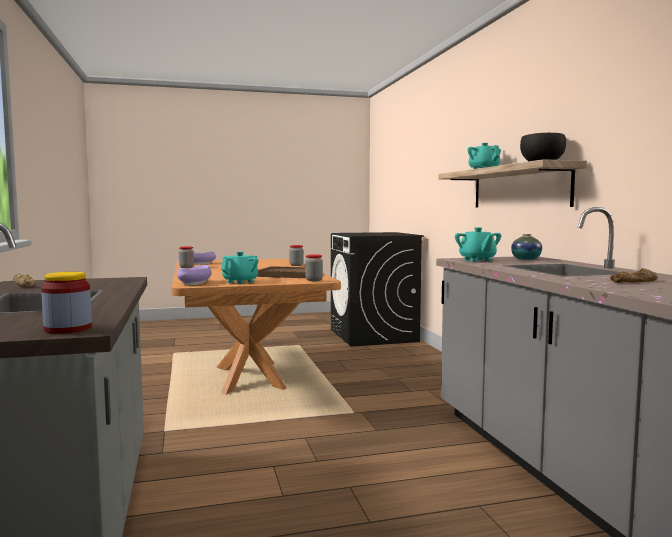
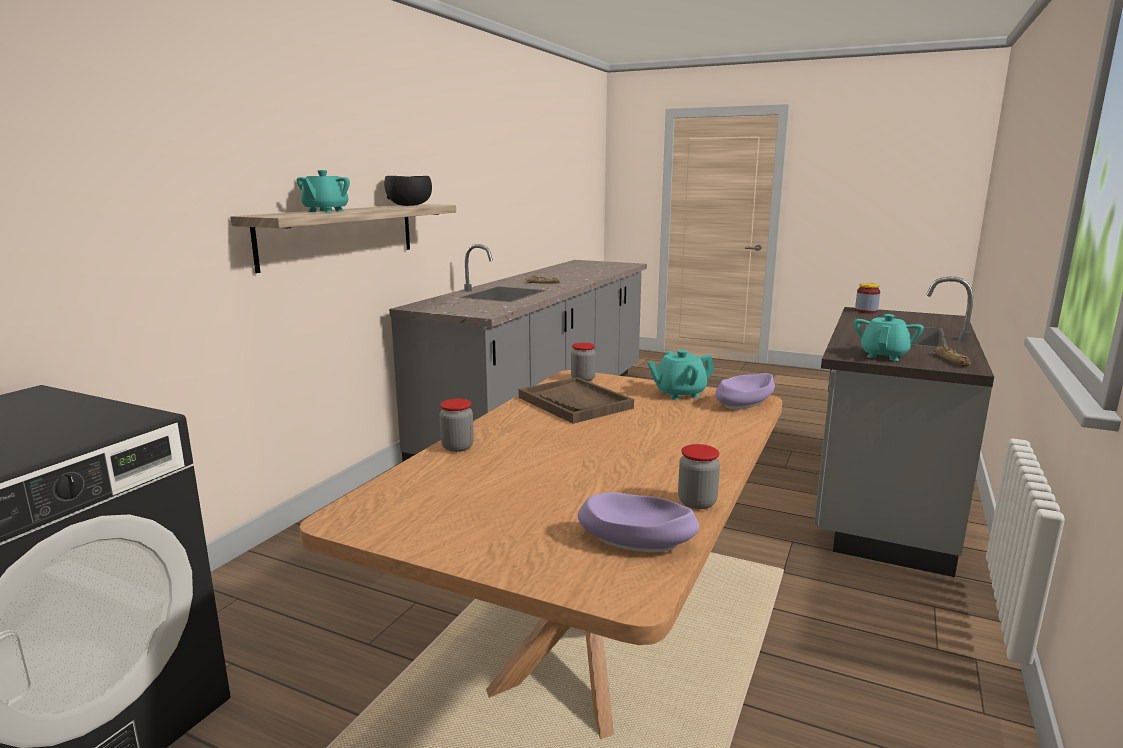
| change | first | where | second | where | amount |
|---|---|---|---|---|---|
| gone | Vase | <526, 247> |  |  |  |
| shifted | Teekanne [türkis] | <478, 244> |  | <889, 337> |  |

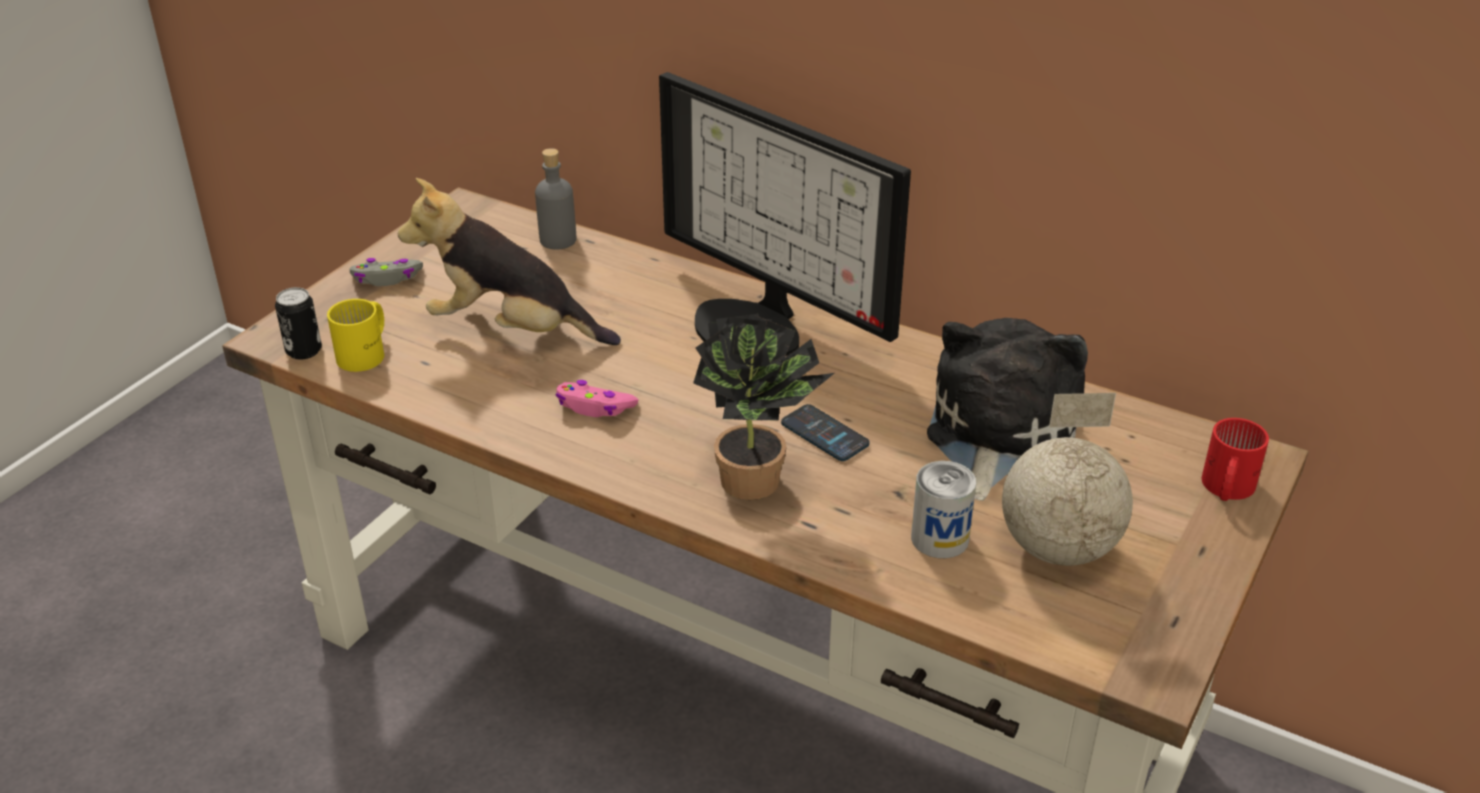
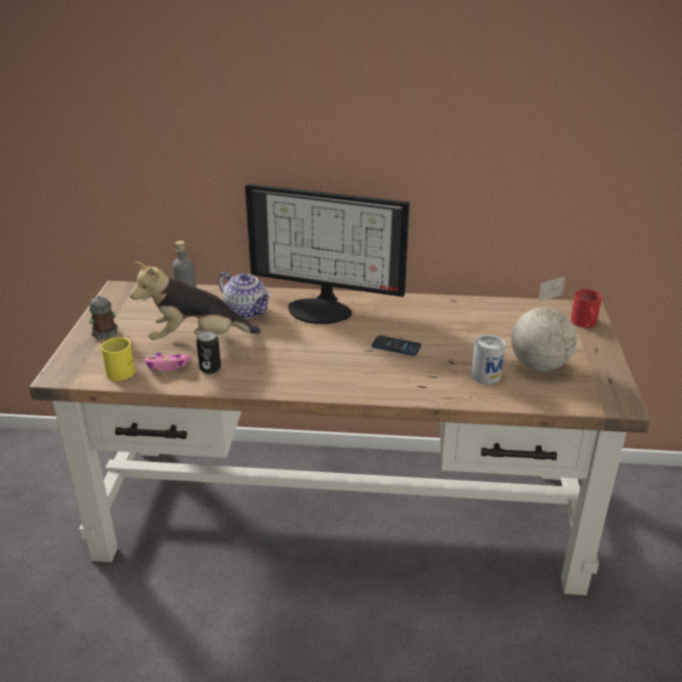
| change | first | where | second | where | amount |
|---|---|---|---|---|---|
| gone | Topfpflanze | <763, 407> |  |  |  |
| gone | Plüschtier | <1007, 409> |  |  |  |
| new |  |  | Teekanne | <245, 295> |  |
| shifted | Dose | <298, 323> |  | <208, 352> |  |
| shifted | Gamepad [rosa] | <597, 398> |  | <167, 362> |  |
| swapped | Gamepad [grau] | <386, 272> | Henkelbecher | <103, 317> |  |

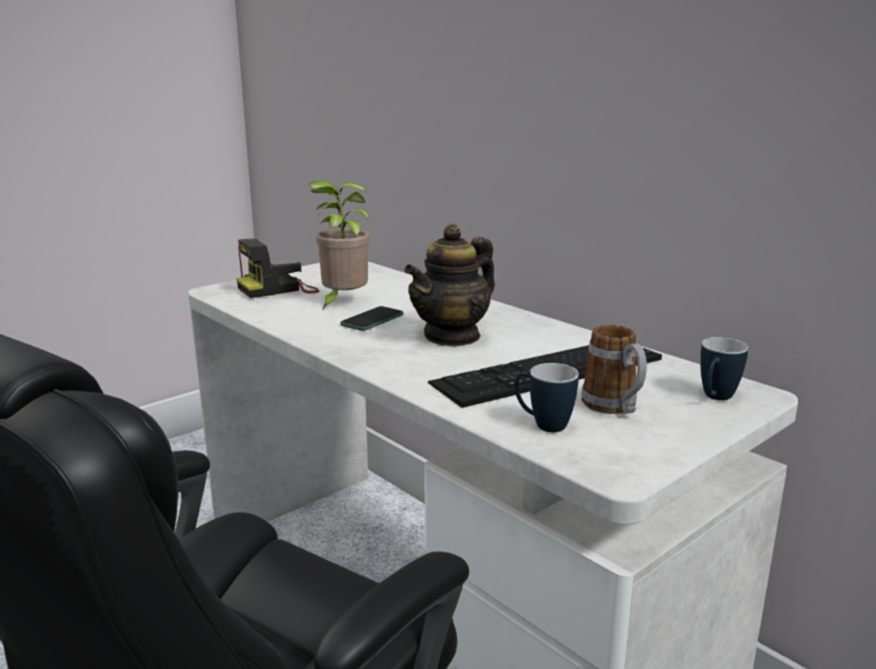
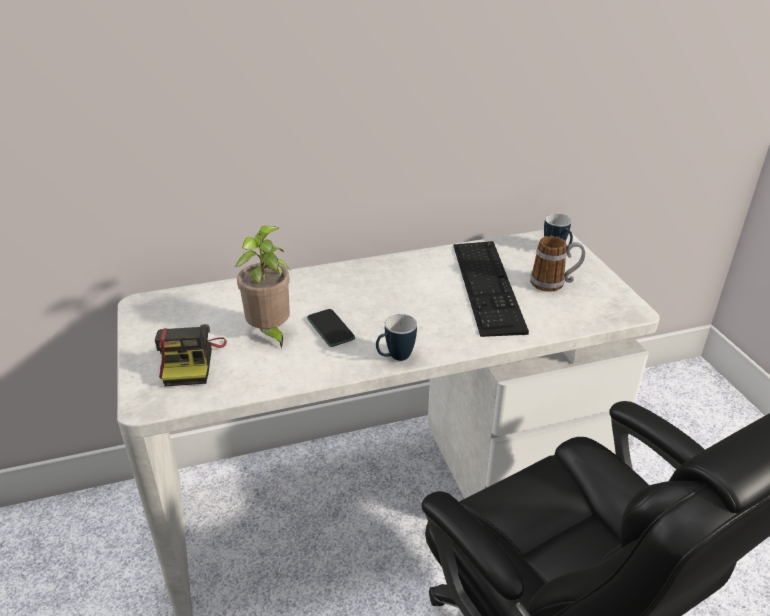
| change | first | where | second | where | amount |
|---|---|---|---|---|---|
| gone | Teekanne | <449, 285> |  |  |  |
| shifted | Henkelbecher | <546, 397> |  | <396, 337> |  |

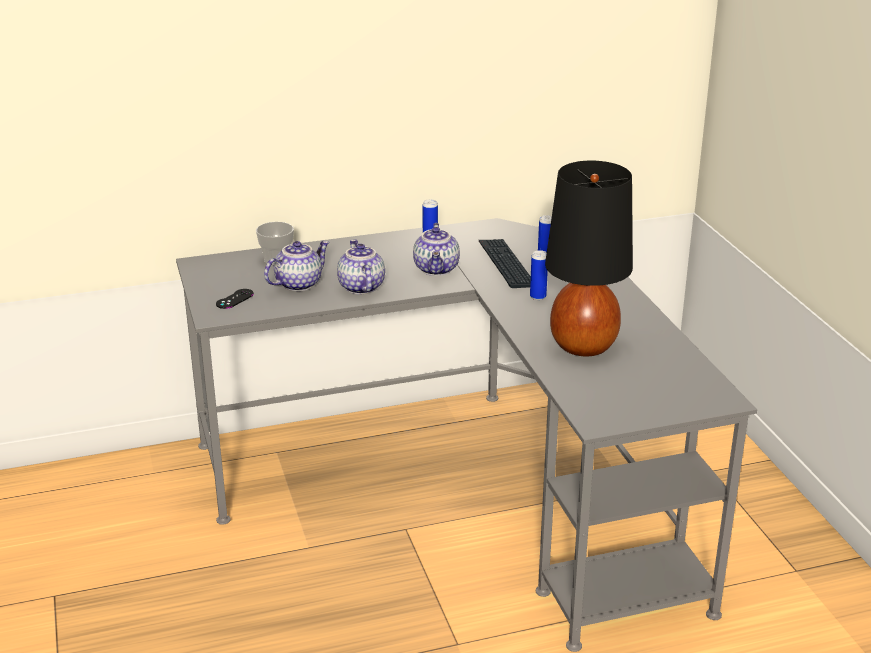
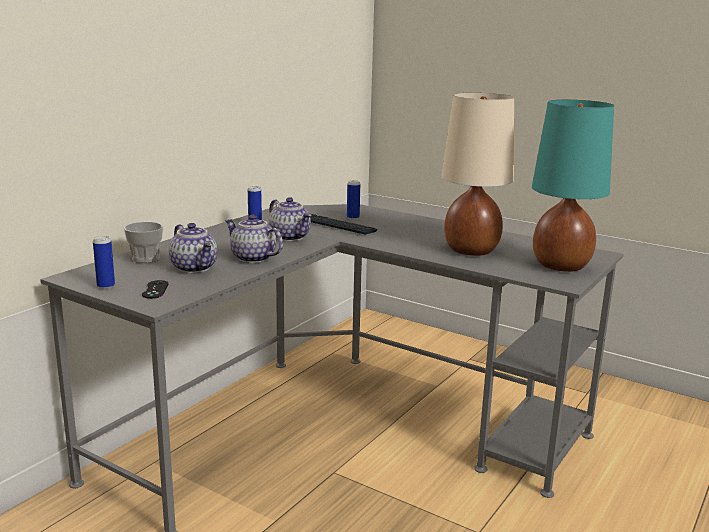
| change | first | where | second | where | amount |
|---|---|---|---|---|---|
| new |  |  | Tischlampe [türkis] | <573, 186> |  |
| shifted | Dose | <539, 275> |  | <104, 262> |  |
| repainted | Tischlampe [schwarz] | <589, 258> | Tischlampe [beige] | <477, 174> |  |
| rotated | Teekanne | <297, 266> |  | <193, 248> | 135 degrees clockwise |

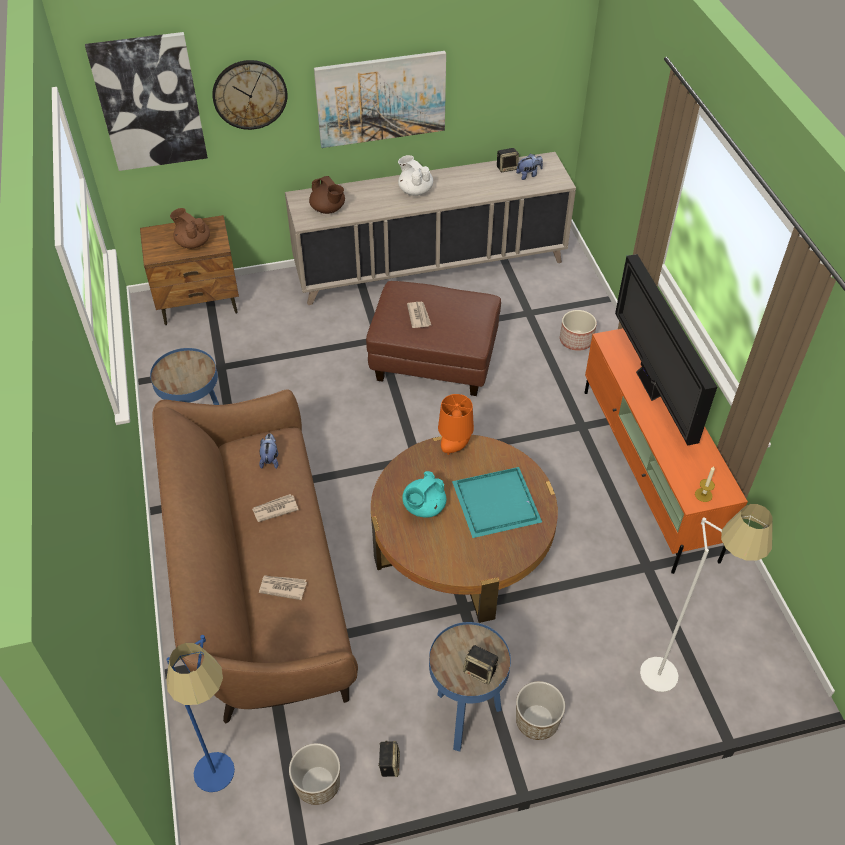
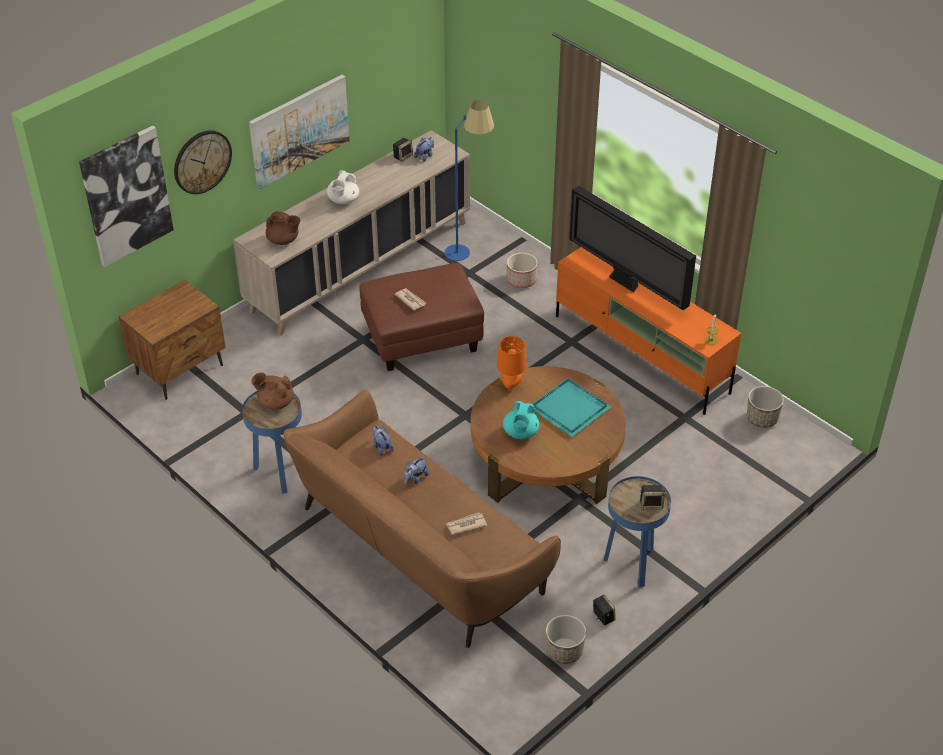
| change | first | where | second | where | amount |
|---|---|---|---|---|---|
| gone | Stehlampe [weiß] | <706, 598> |  |  |  |
| shifted | Stehlampe [blau] | <200, 713> |  | <469, 180> |  |
| shifted | Teekanne [braun] | <190, 228> |  | <272, 391> |  |
| shifted | Pflanzkübel | <540, 710> |  | <765, 407> |  |
| swapped | Zeitung | <275, 508> | Plüschtier | <416, 470> |  |
| rotated | Teekanne [weiß] | <415, 175> |  | <343, 187> | 90 degrees counterclockwise |

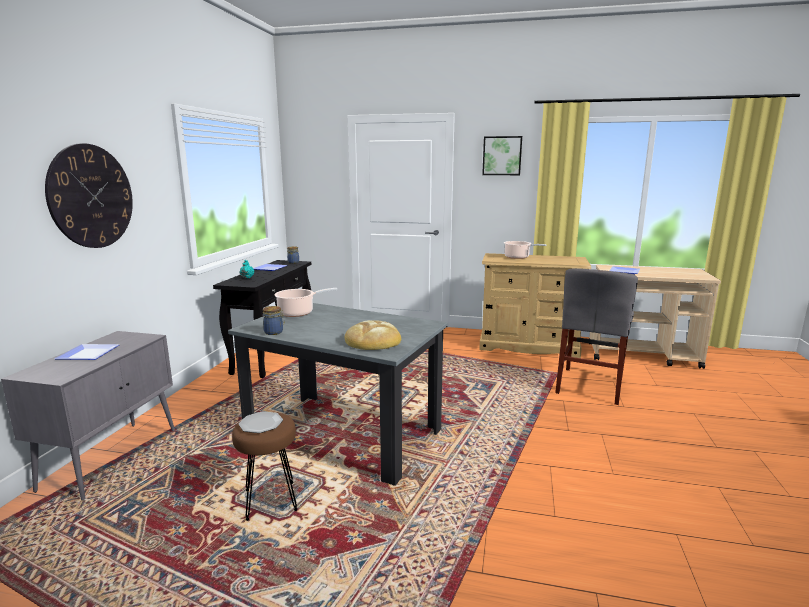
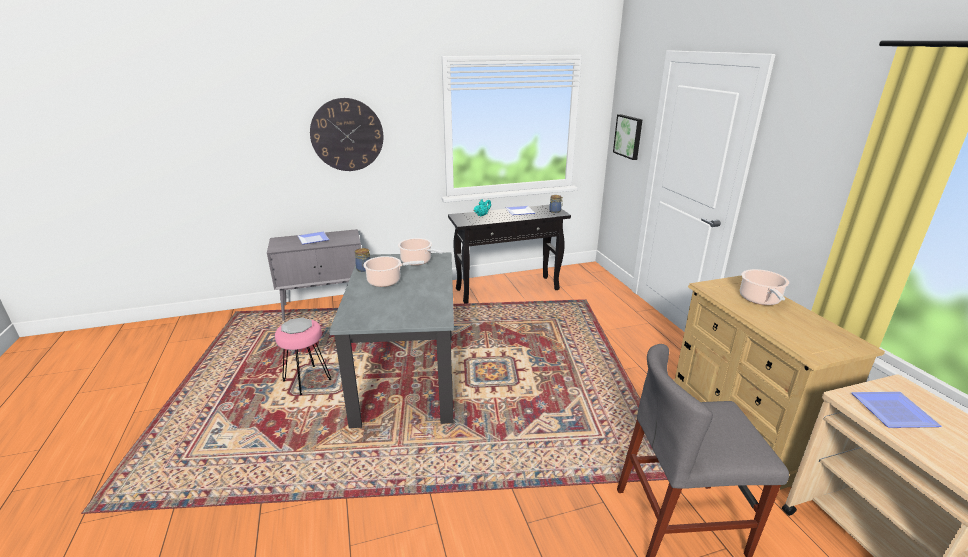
| change | first | where | second | where | amount |
|---|---|---|---|---|---|
| gone | Brot | <373, 335> |  |  |  |
| new |  |  | Kochtopf | <393, 271> |  |
| shifted | Bild | <502, 155> |  | <627, 137> |  |
| repainted | Hocker [braun] | <264, 466> | Hocker [rosa] | <303, 357> |  |

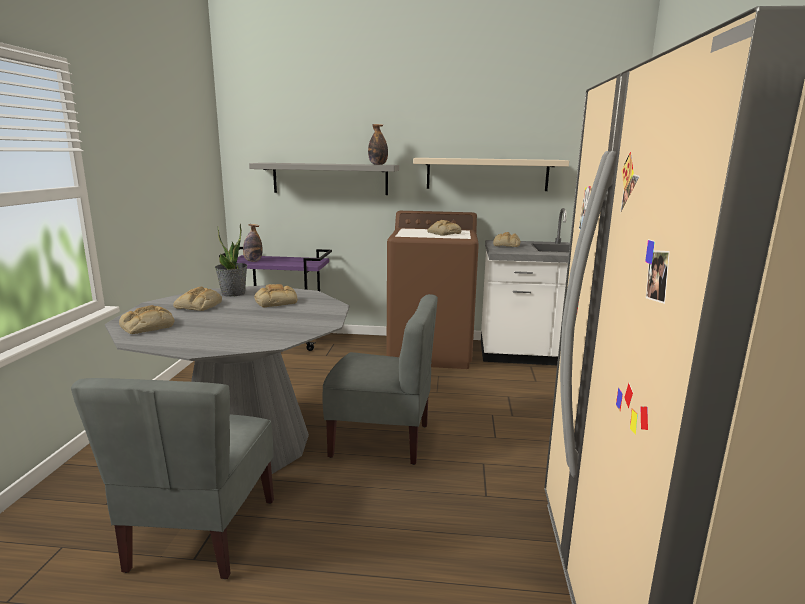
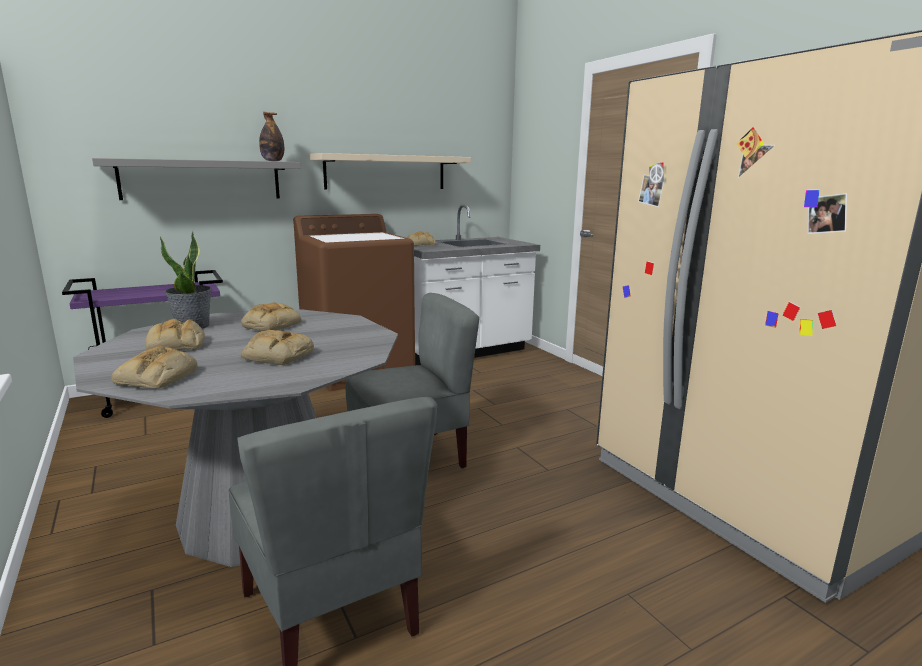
| change | first | where | second | where | amount |
|---|---|---|---|---|---|
| gone | Flasche | <253, 243> |  |  |  |
| shifted | Brot | <444, 228> |  | <277, 347> |  |

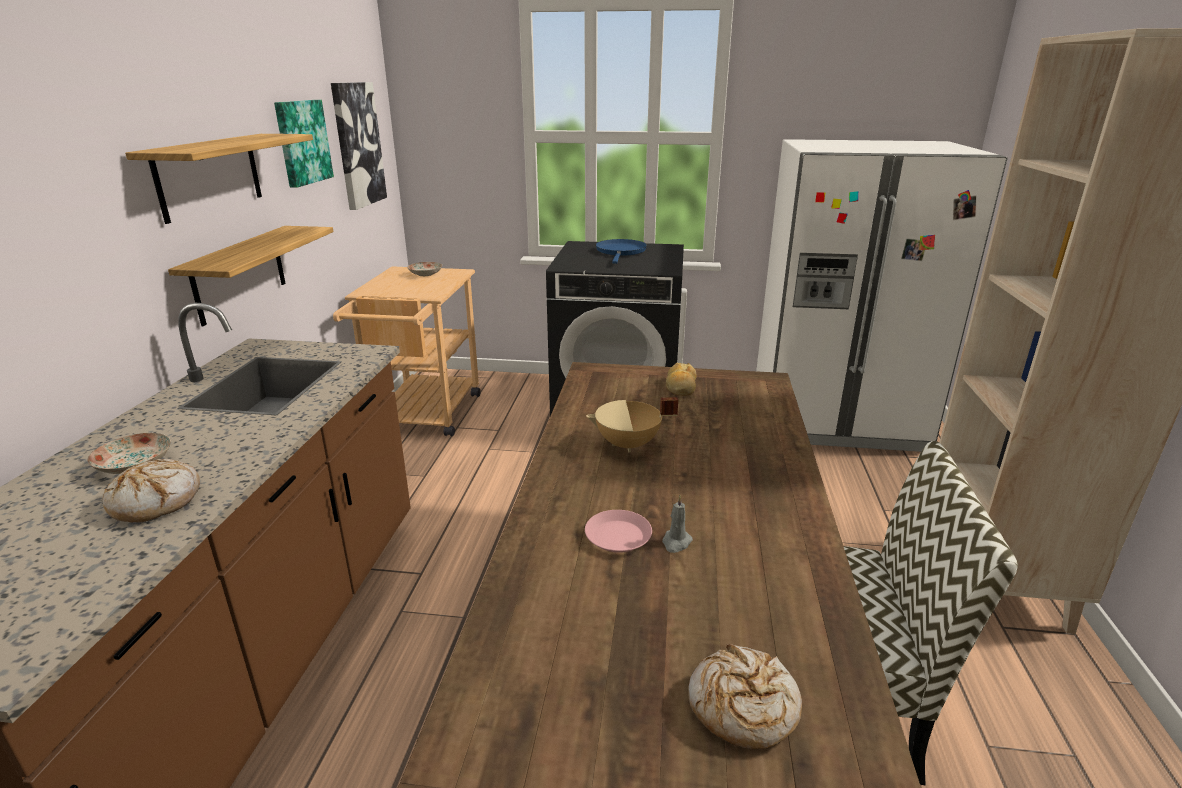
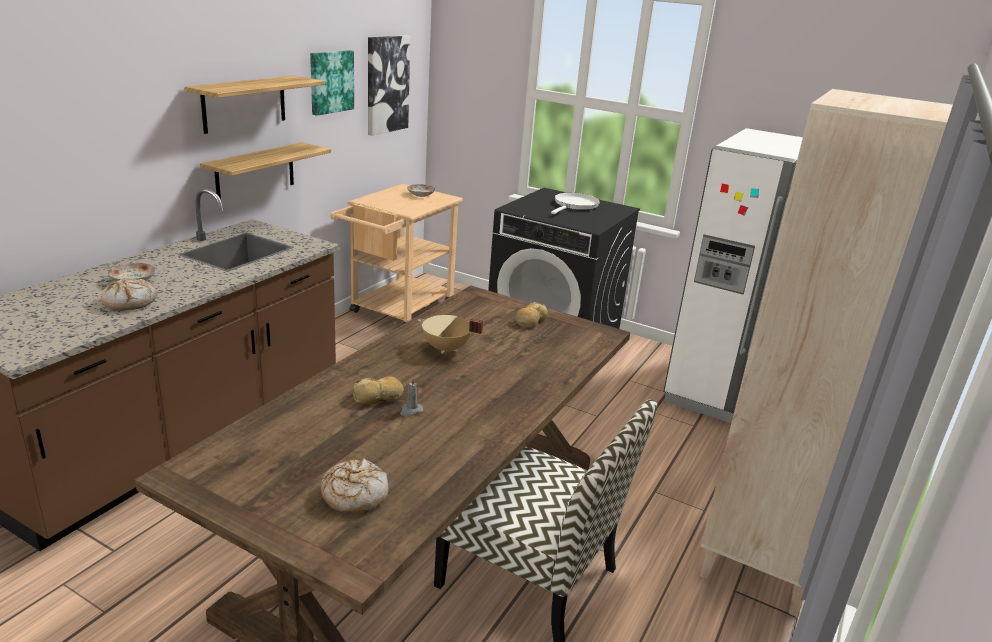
| change | first | where | second | where | amount |
|---|---|---|---|---|---|
| swapped | Teller [rosa] | <618, 531> | Brot | <378, 391> |  |
| repainted | Pfanne [blau] | <621, 251> | Pfanne [weiß] | <575, 203> |  |

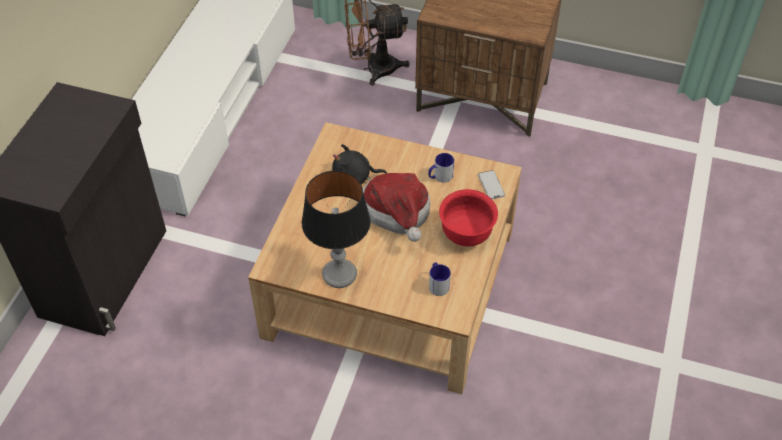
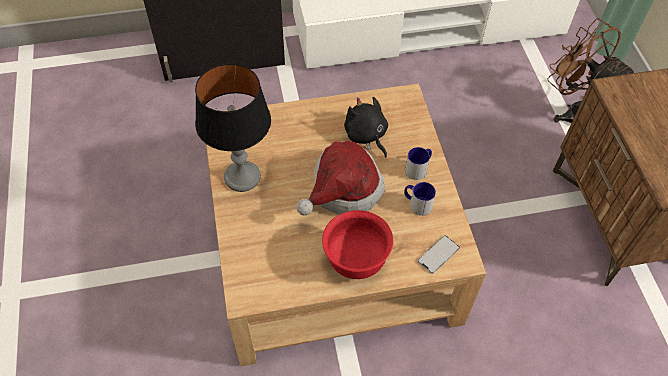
| change | first | where | second | where | amount |
|---|---|---|---|---|---|
| shifted | Henkelbecher | <440, 279> |  | <418, 163> |  |

